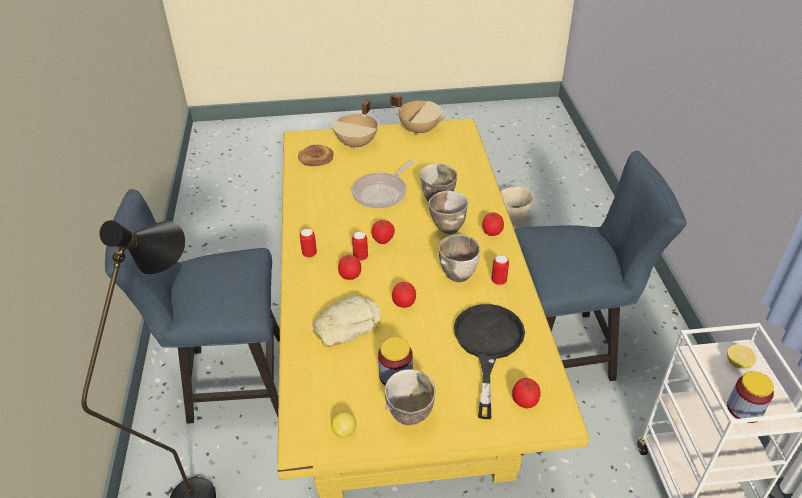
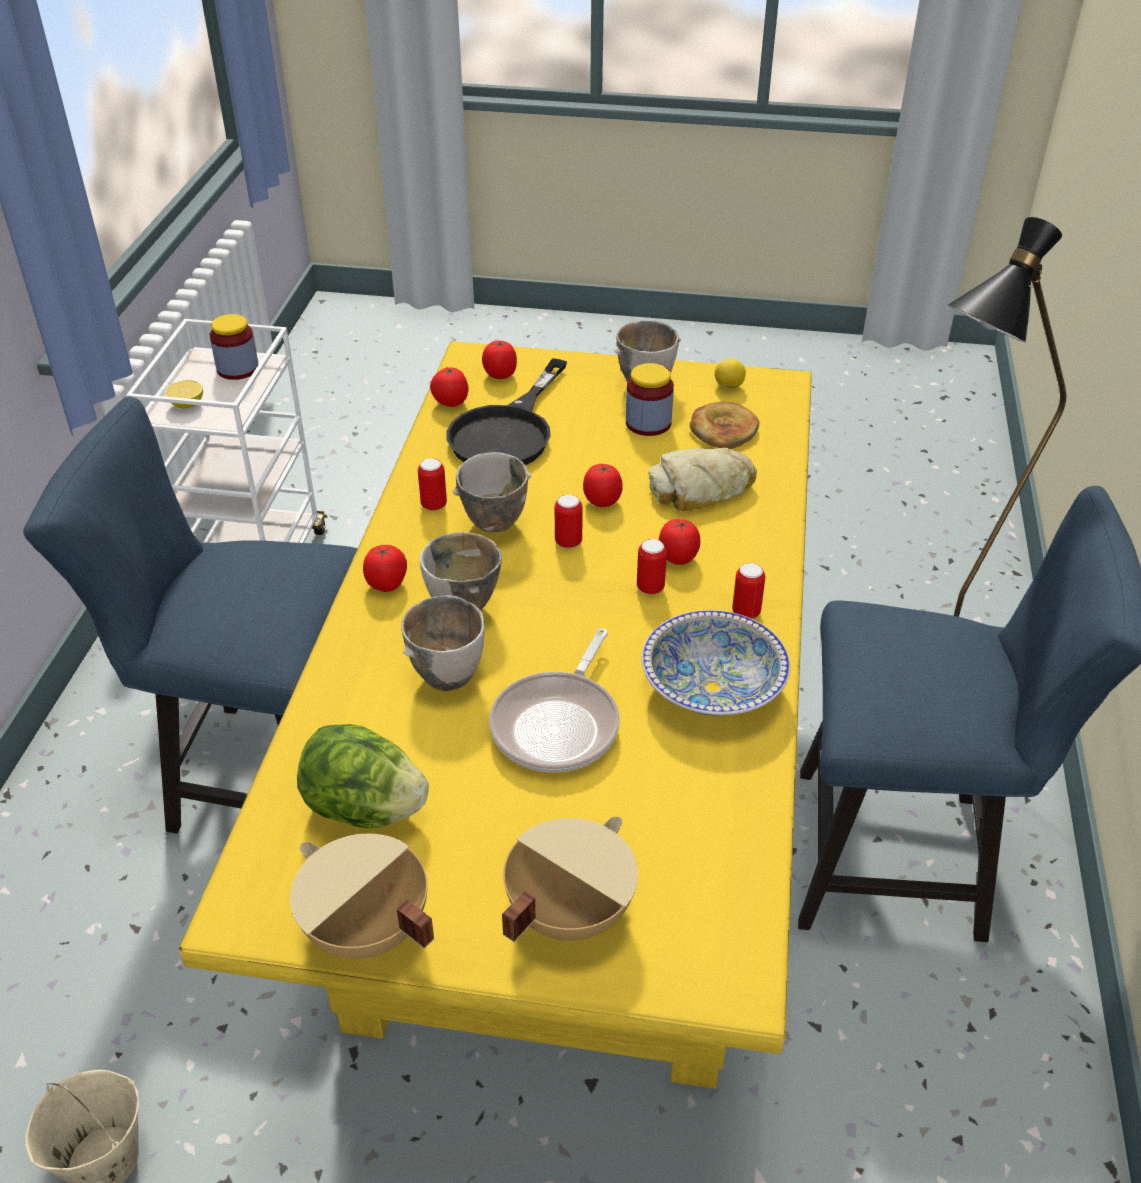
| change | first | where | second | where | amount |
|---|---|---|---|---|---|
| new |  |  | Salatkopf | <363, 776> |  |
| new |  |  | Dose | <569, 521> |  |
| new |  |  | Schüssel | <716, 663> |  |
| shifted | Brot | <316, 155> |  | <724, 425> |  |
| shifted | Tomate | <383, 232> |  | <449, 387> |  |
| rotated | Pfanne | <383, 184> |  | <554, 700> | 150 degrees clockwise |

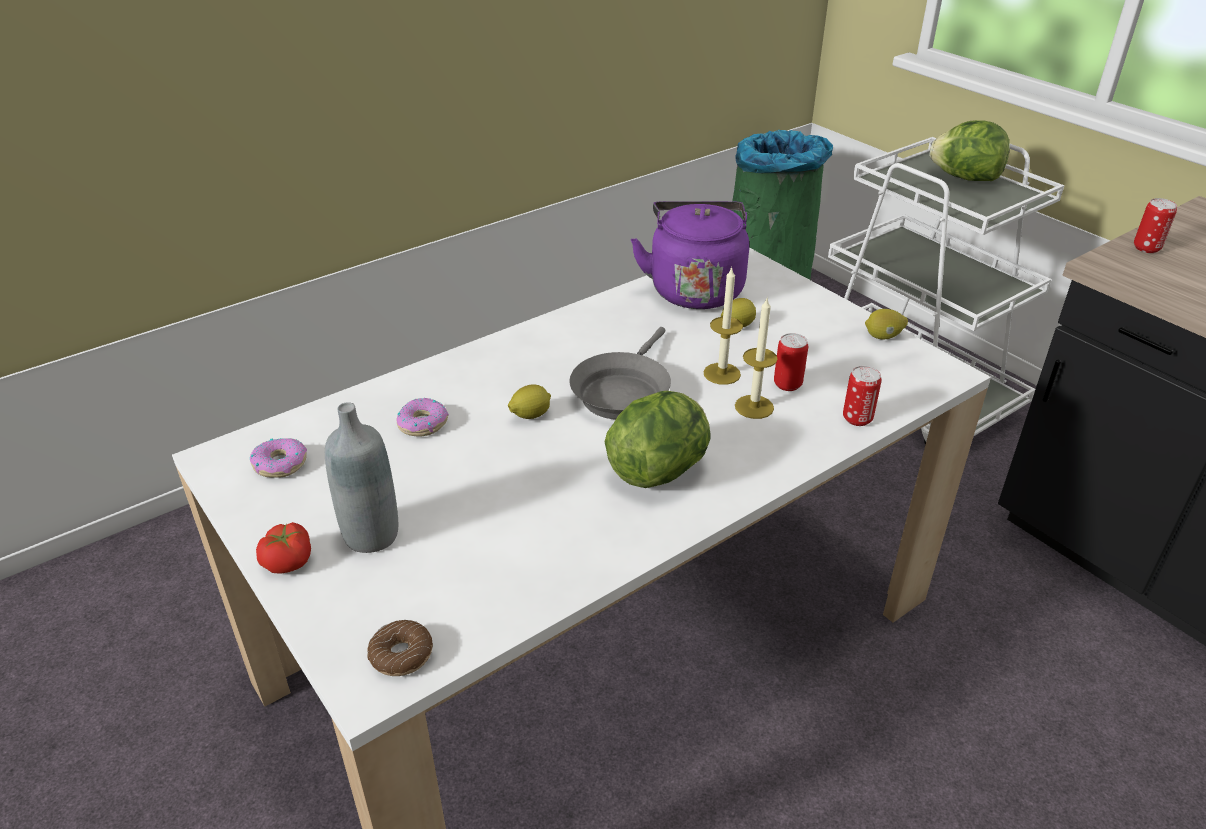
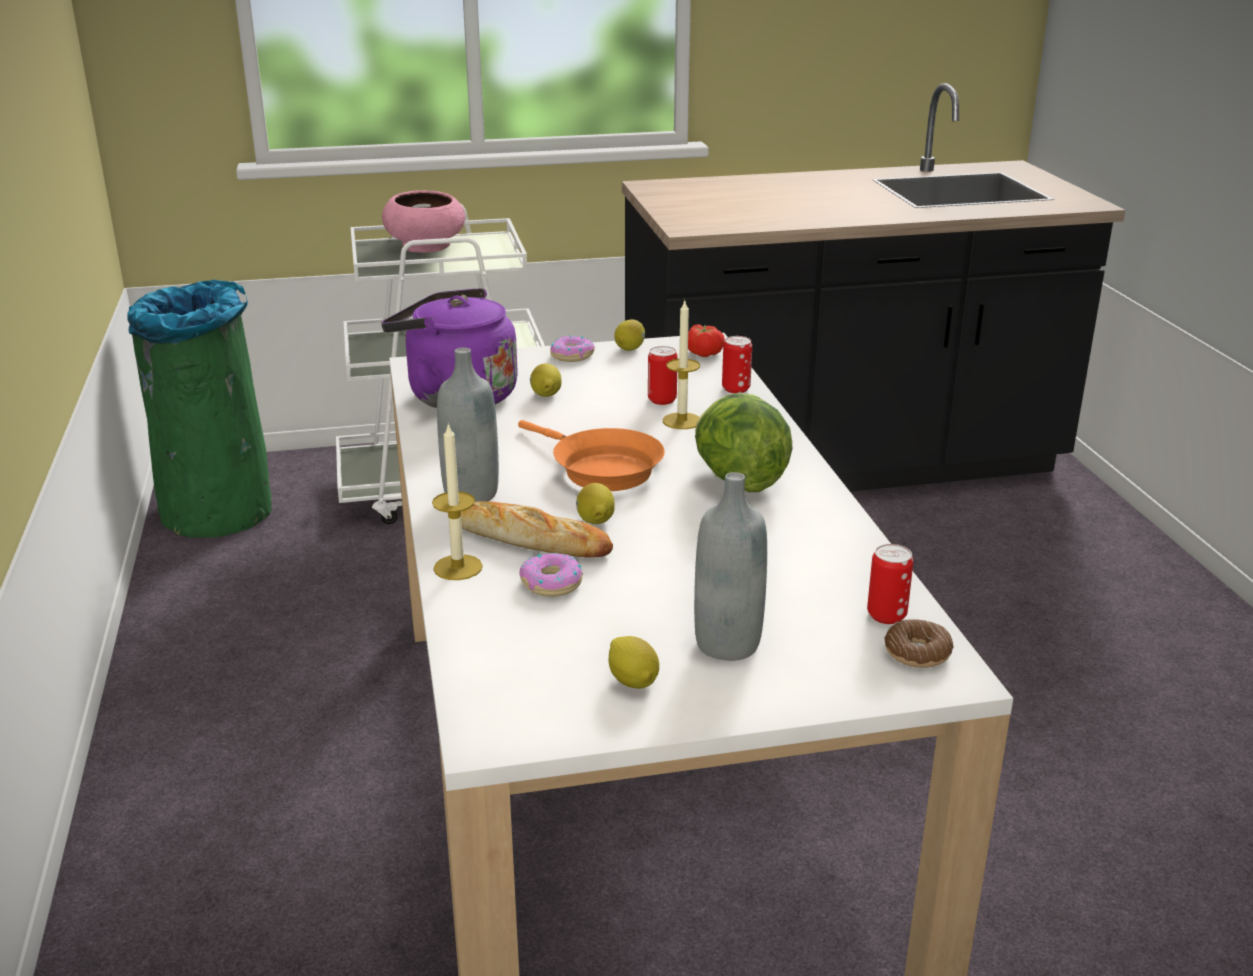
| change | first | where | second | where | amount |
|---|---|---|---|---|---|
| new |  |  | Flasche [grau] | <468, 425> |  |
| new |  |  | Brot | <537, 529> |  |
| new |  |  | Zitrone | <634, 662> |  |
| shifted | Donut | <278, 458> |  | <572, 349> |  |
| shifted | Tomate | <283, 548> |  | <706, 340> |  |
| shifted | Kerze | <723, 325> |  | <457, 501> |  |
| shifted | Dose | <1155, 225> |  | <890, 584> |  |
| swapped | Salatkopf | <969, 150> | Schüssel [rosa] | <423, 221> |  |
| repainted | Pfanne [grau] | <620, 373> | Pfanne [orange] | <591, 455> |  |

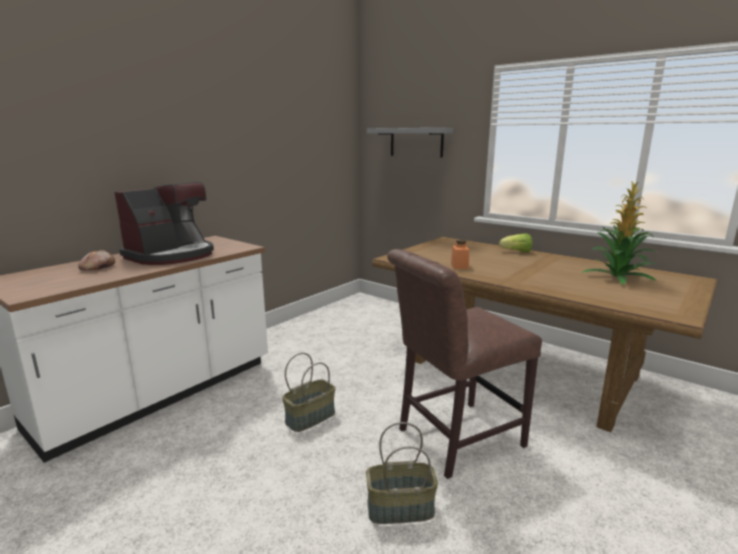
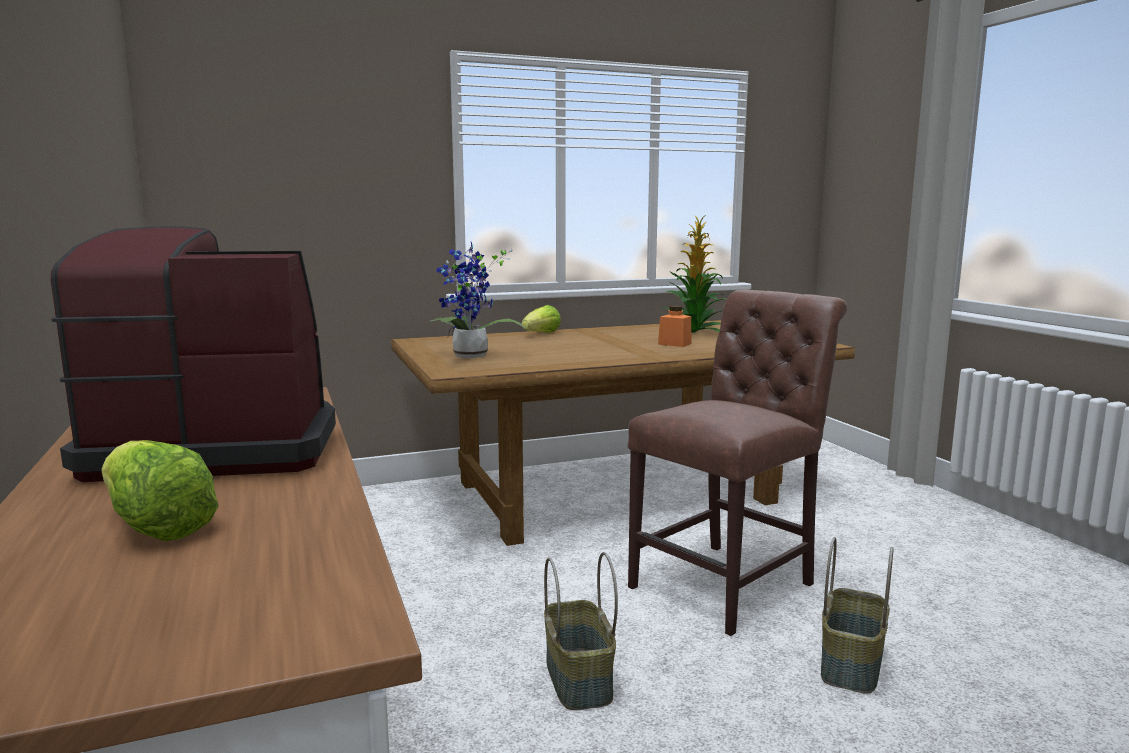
| change | first | where | second | where | amount |
|---|---|---|---|---|---|
| gone | Wandregal [grau] | <410, 142> |  |  |  |
| new |  |  | Topfpflanze | <477, 300> |  |
| shifted | Vorratsglas [orange] | <460, 254> |  | <675, 326> |  |
| swapped | Brot | <96, 260> | Salatkopf | <160, 490> |  |
| rotated | Kaffeemaschine | <164, 223> |  | <193, 354> | 75 degrees counterclockwise |
| rotated | Stuhl [braun] | <464, 364> |  | <737, 462> | 135 degrees counterclockwise |

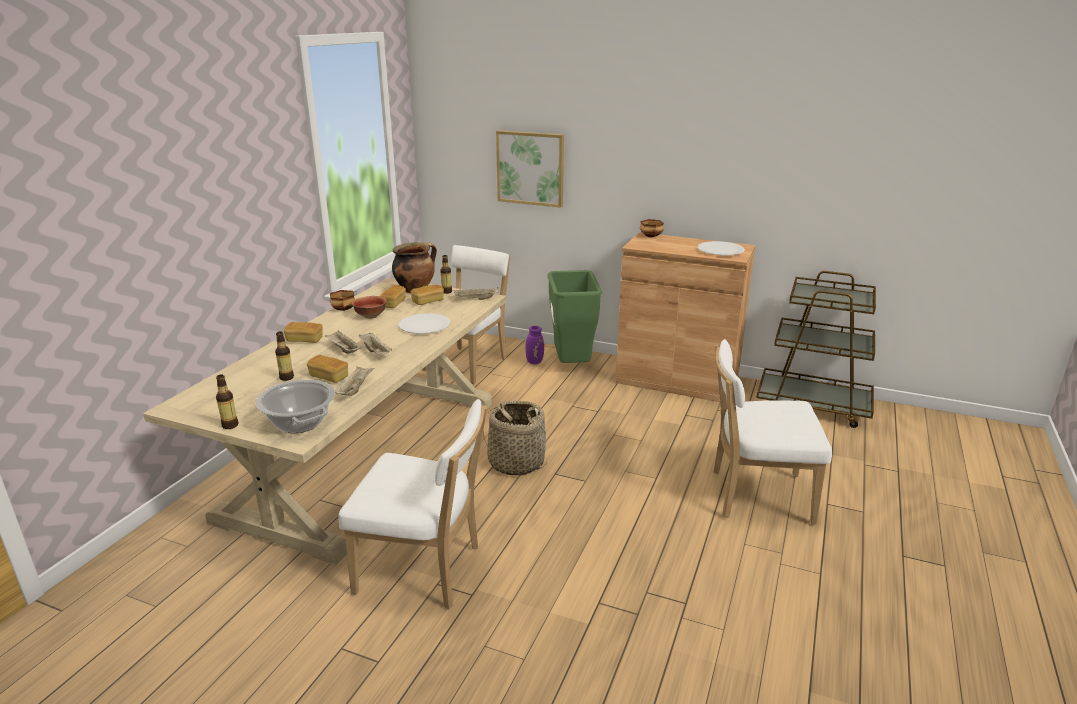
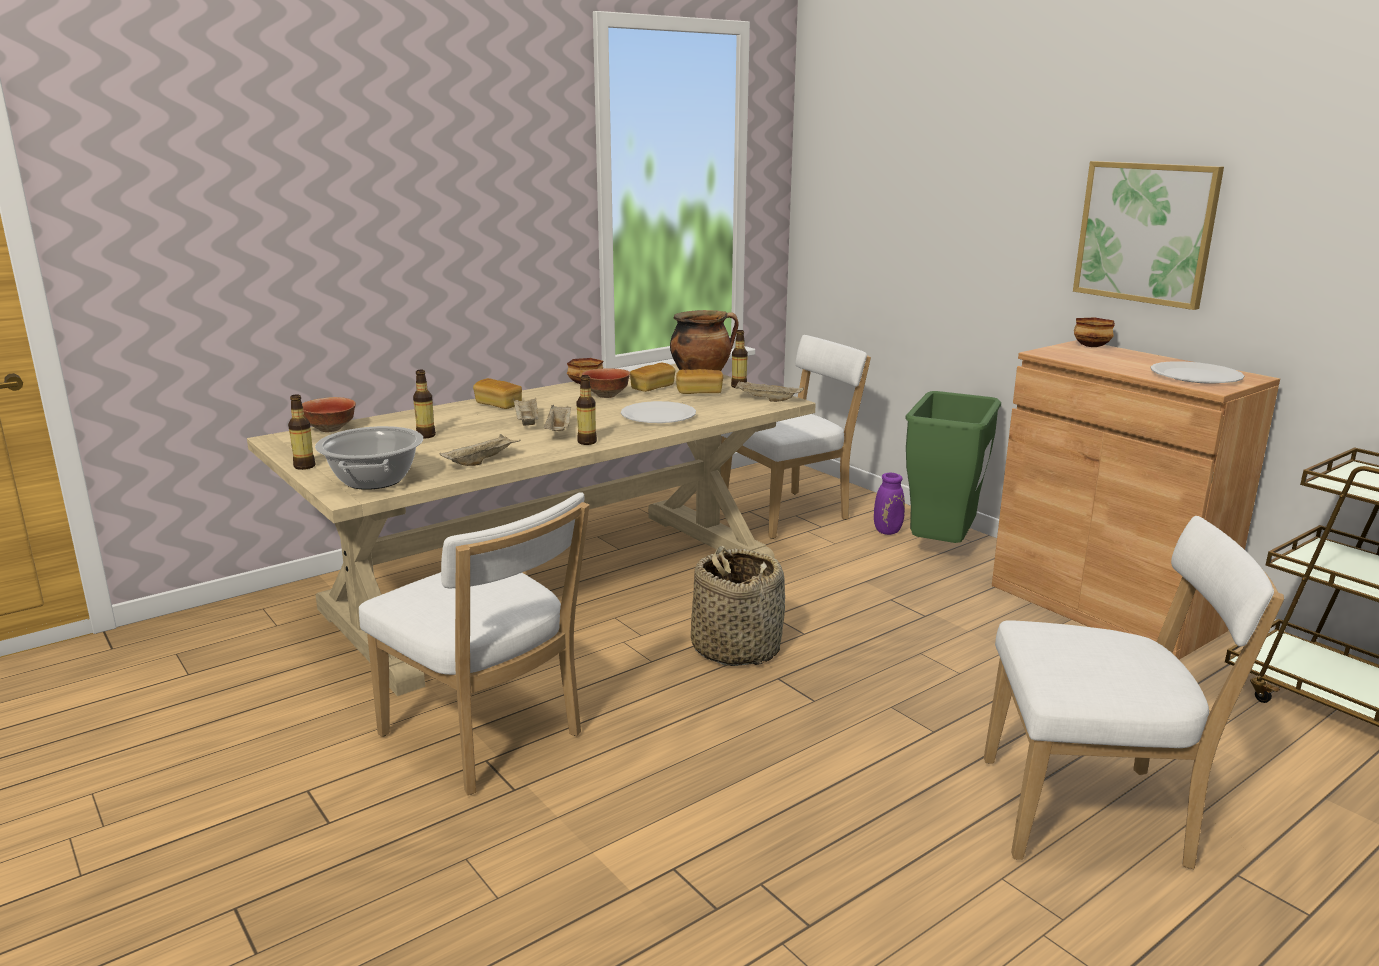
| change | first | where | second | where | amount |
|---|---|---|---|---|---|
| gone | Brot | <327, 369> |  |  |  |
| new |  |  | Schüssel | <329, 414> |  |
| new |  |  | Flasche | <587, 410> |  |
| shifted | Bild | <530, 169> |  | <1148, 235> |  |
| rotated | Stuhl [weiß] | <772, 432> |  | <1134, 692> | 150 degrees clockwise |

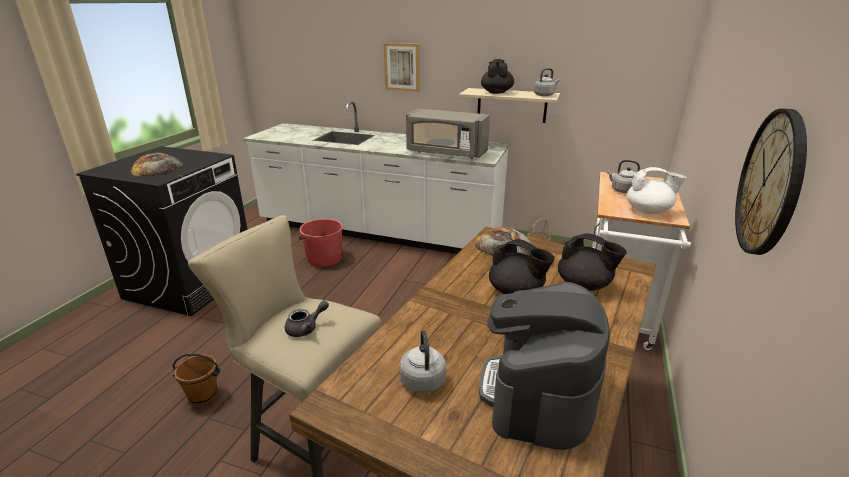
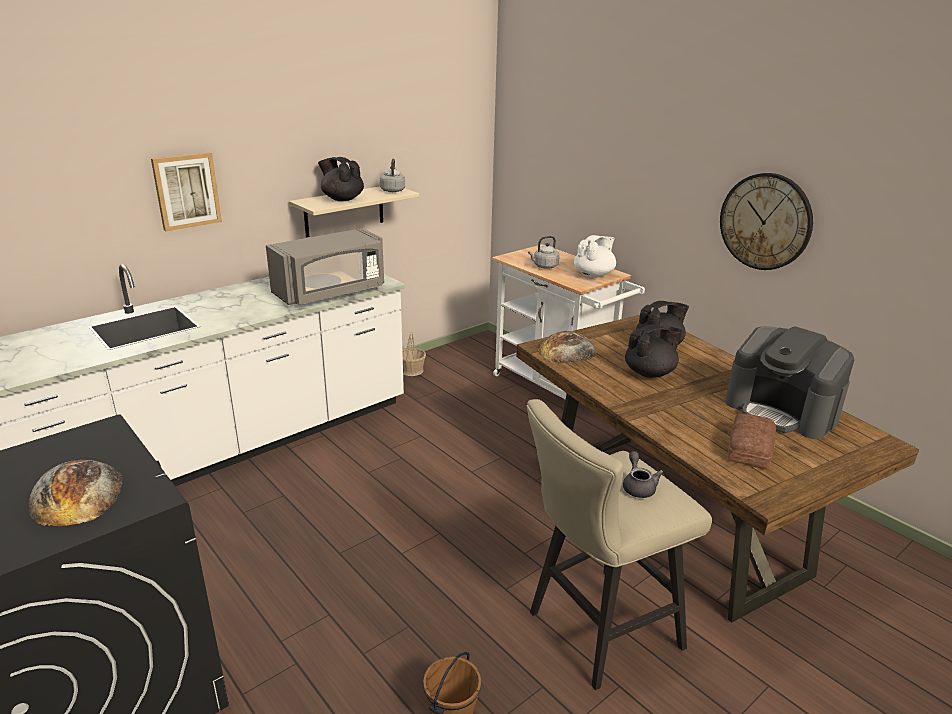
| change | first | where | second | where | amount |
|---|---|---|---|---|---|
| gone | Eimer [rot] | <321, 242> |  |  |  |
| swapped | Wasserkessel [grau] | <423, 361> | Brot | <751, 441> |  |

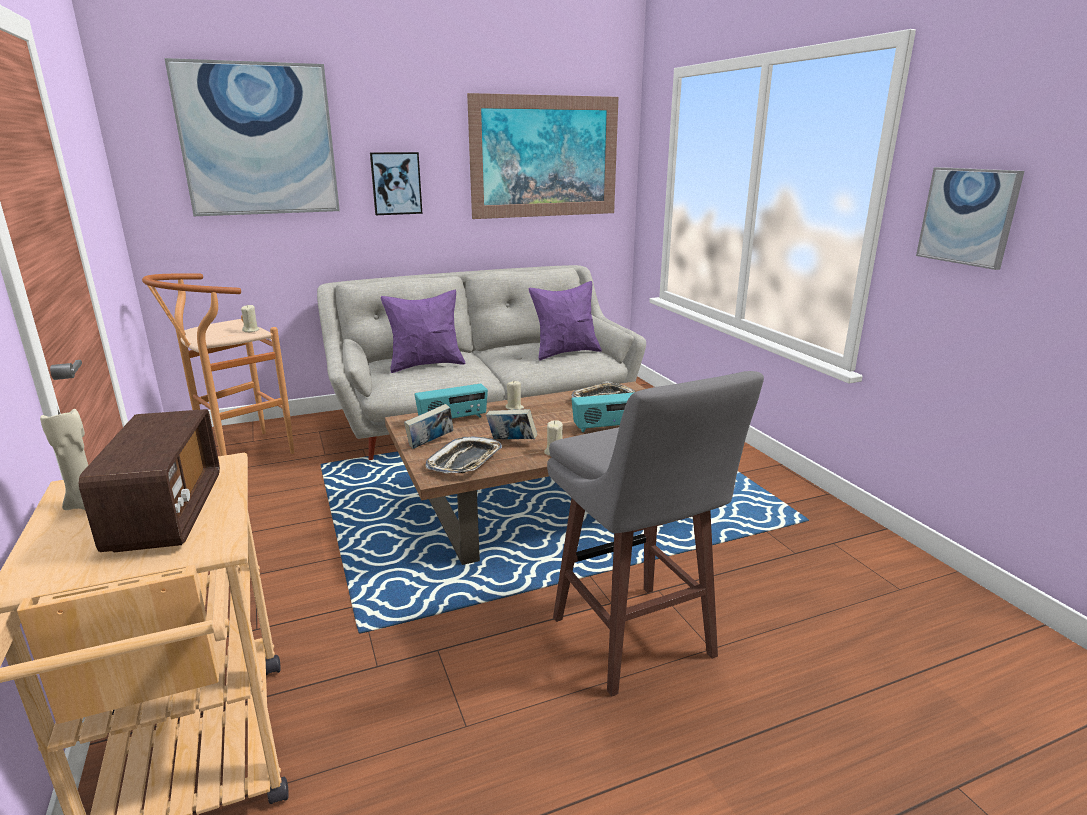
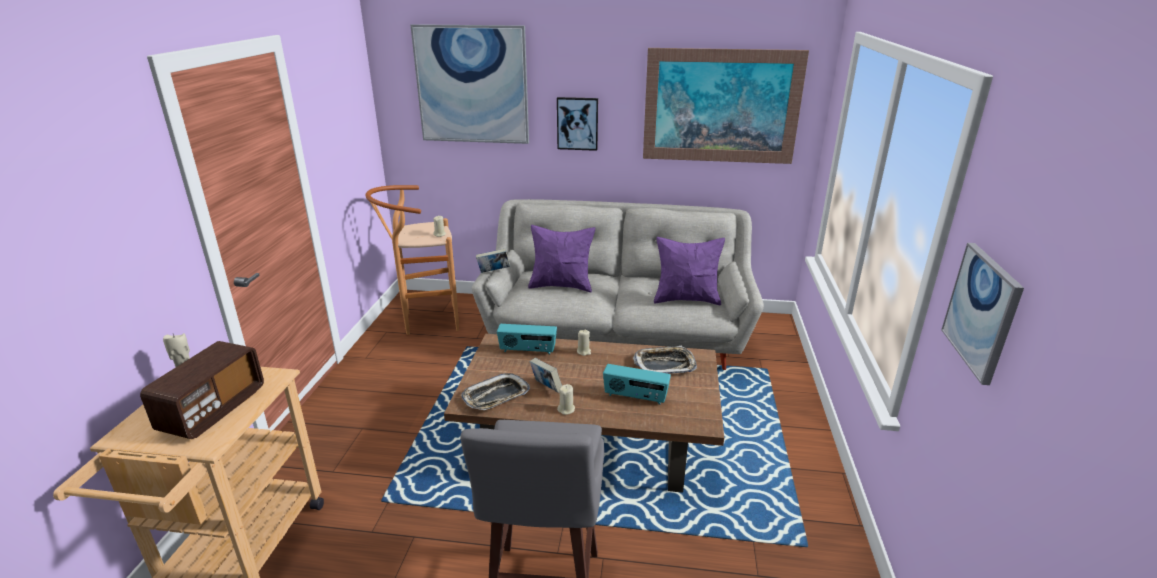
| change | first | where | second | where | amount |
|---|---|---|---|---|---|
| shifted | Buch | <428, 426> |  | <493, 261> |  |

